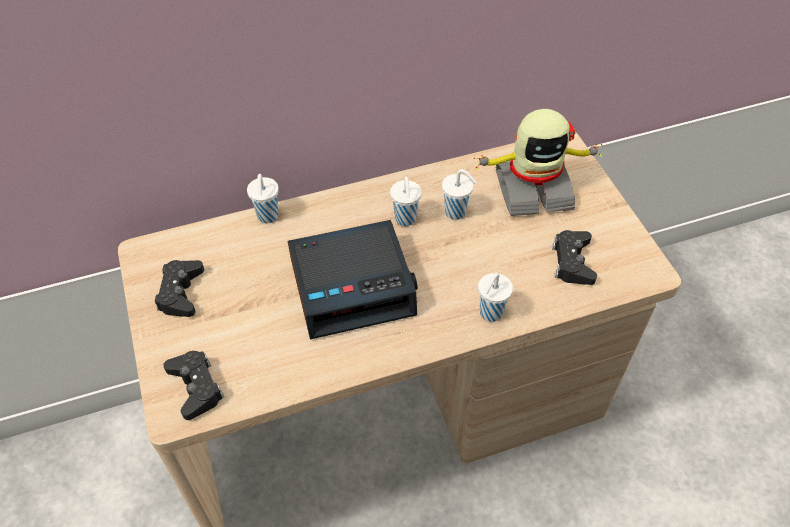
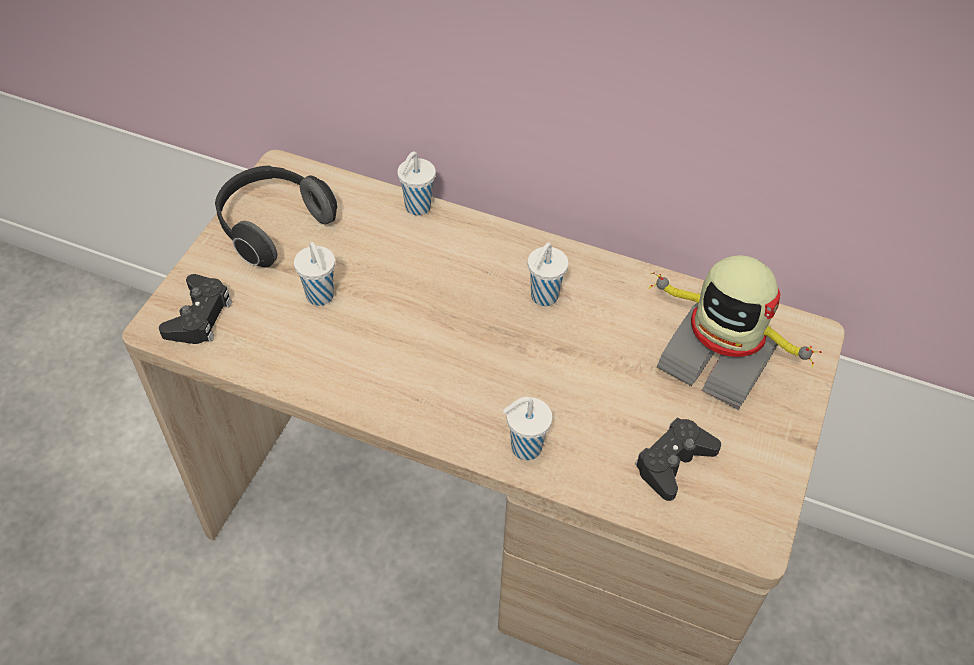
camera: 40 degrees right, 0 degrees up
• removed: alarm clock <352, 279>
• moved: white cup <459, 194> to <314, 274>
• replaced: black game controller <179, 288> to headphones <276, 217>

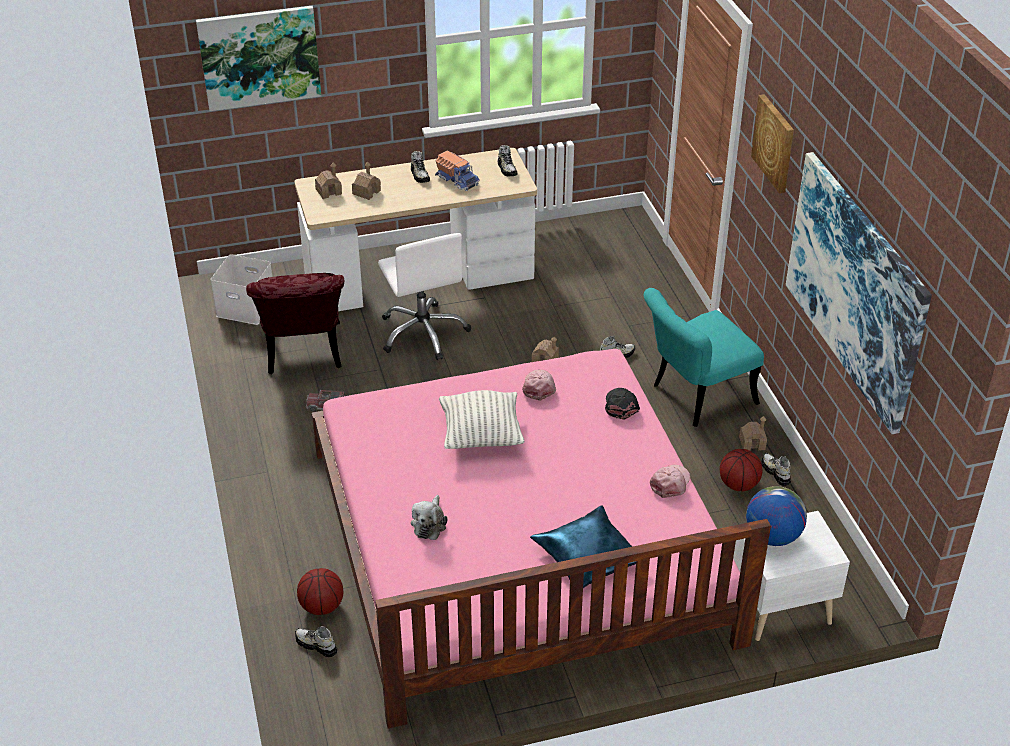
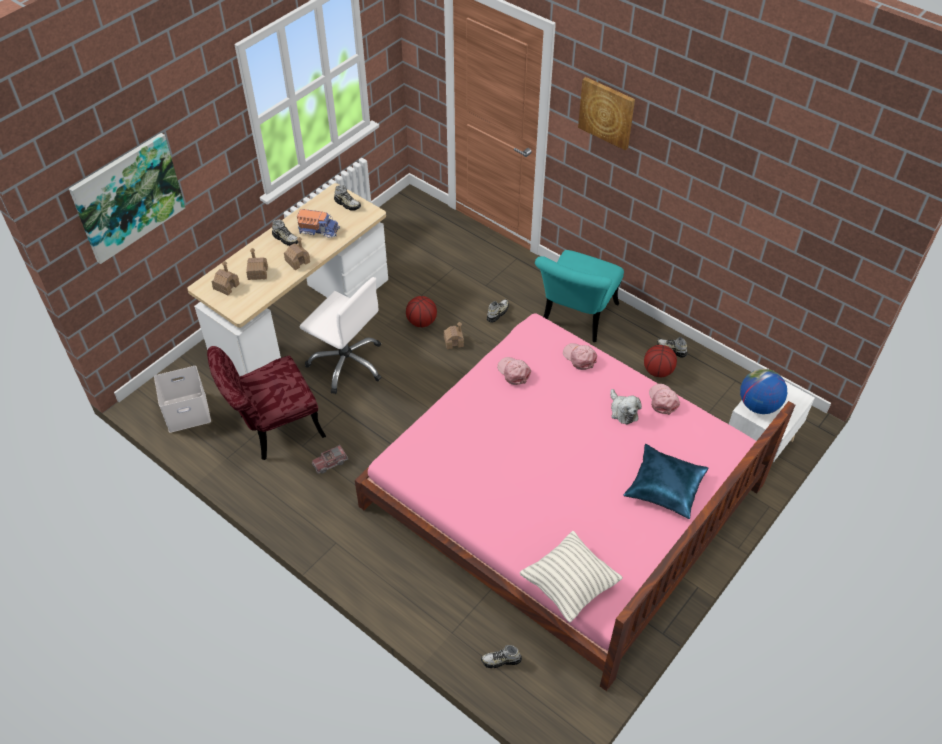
camera: 35 degrees left, 10 degrees up
• removed: picture <859, 293>
• moved: basketball <320, 591> to <421, 311>
• moved: plush toy <429, 517> to <626, 407>
• moved: pillow <481, 419> to <571, 577>
• moved: toy house <753, 433> to <297, 253>
• recoloured: black cap <622, 404> to pink cap <580, 356>
• turned: red chair <295, 323> = <266, 403> 105 degrees clockwise

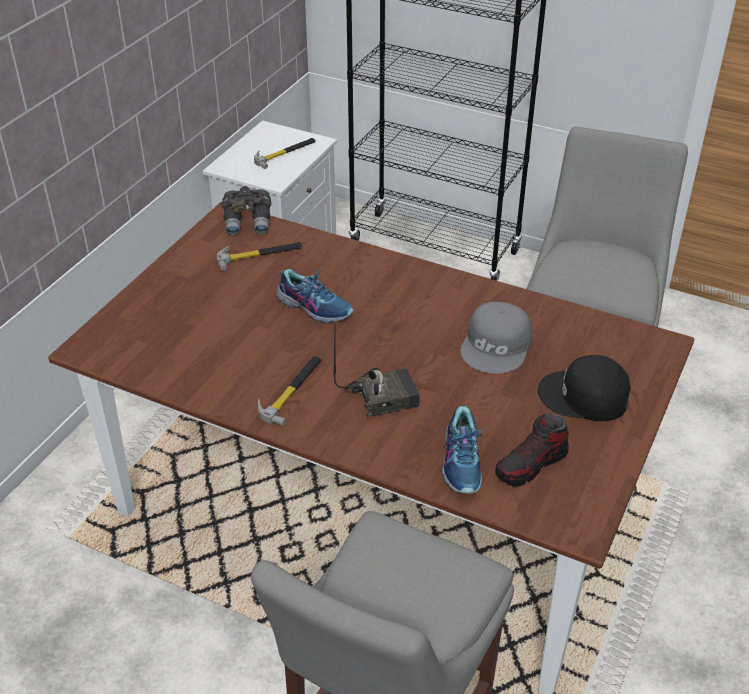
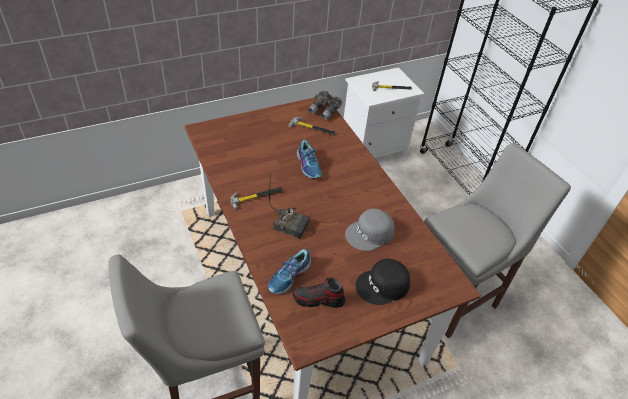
camera: 35 degrees right, 5 degrees up
• turned: black cap <584, 388> = <382, 281> 75 degrees counterclockwise

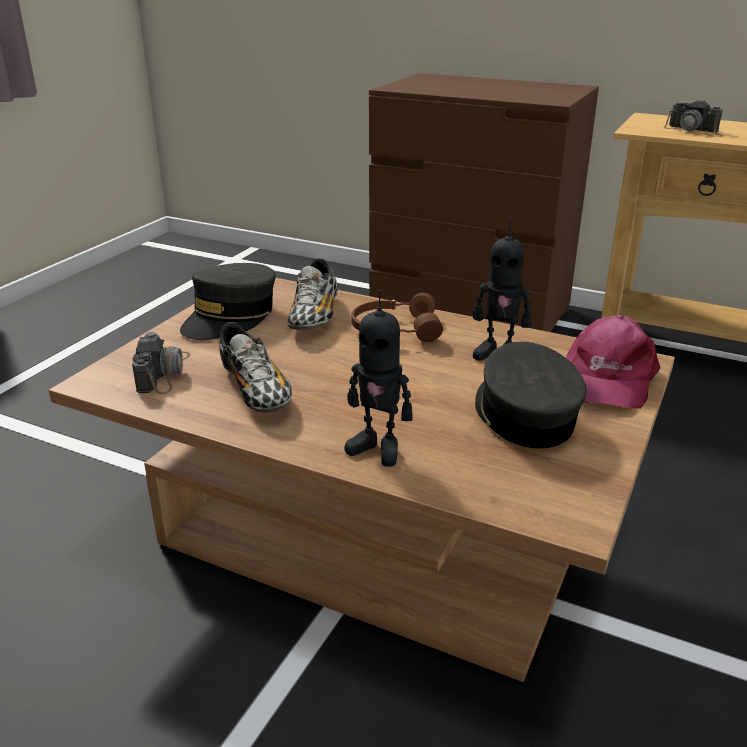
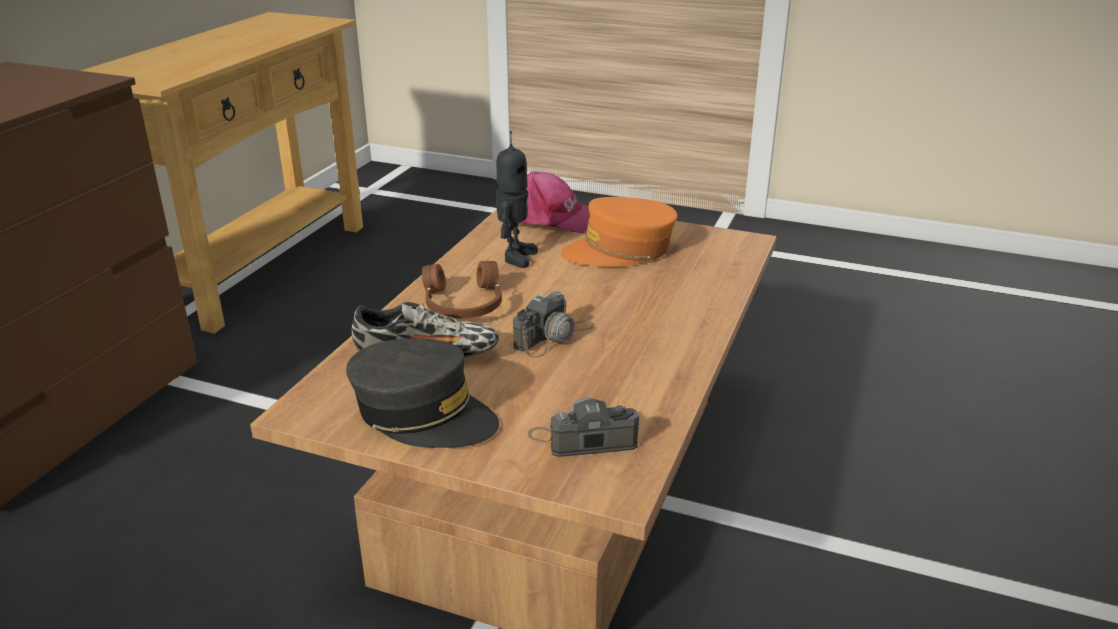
camera: 95 degrees left, 0 degrees up
• removed: shoe <255, 367>
• removed: toy robot <378, 378>
• moved: photo camera <693, 118> to <554, 324>
• recoloured: grey cap <531, 395> to orange cap <619, 232>

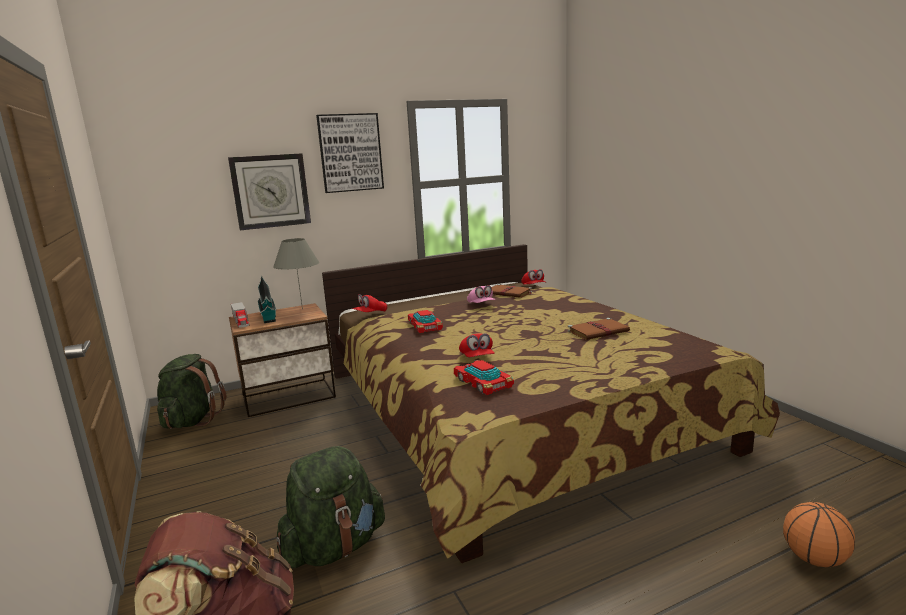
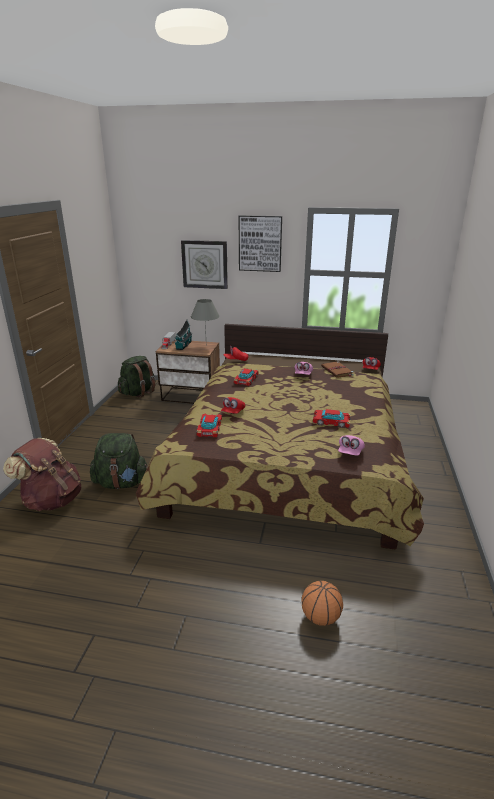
camera: 35 degrees right, 10 degrees up
• added: pink cap <351, 445>
• replaced: brown book <599, 329> to toy car <332, 418>

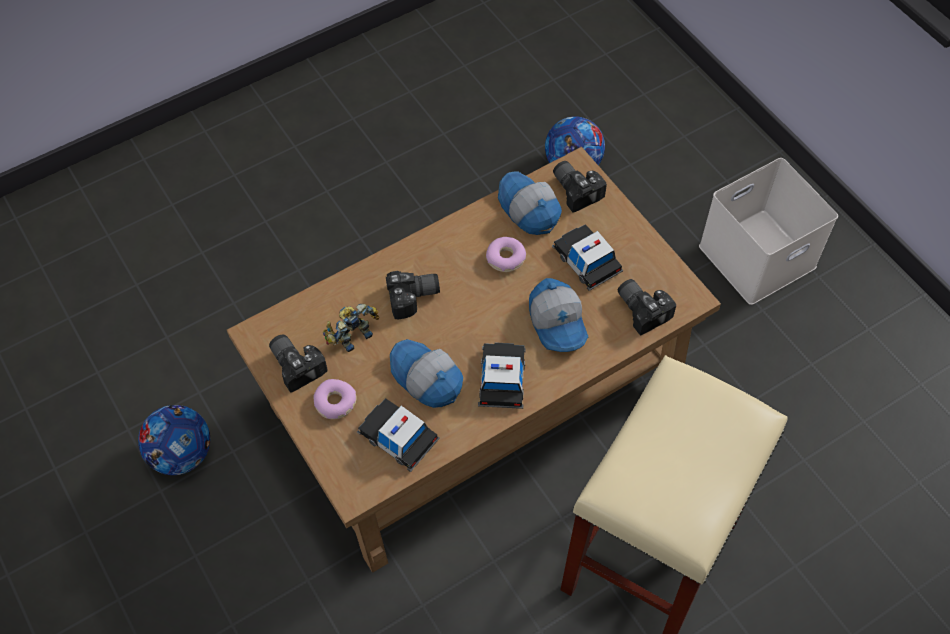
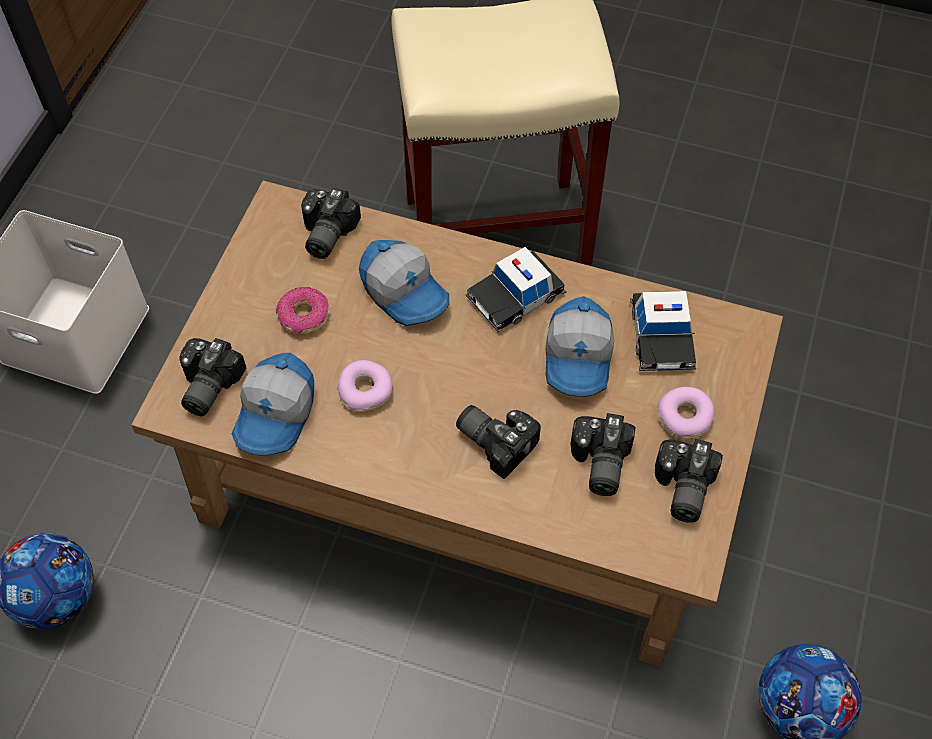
camera: 130 degrees left, 0 degrees up
• replaced: toy robot <351, 328> to photo camera <602, 454>
• replaced: toy car <587, 257> to donut <302, 310>
• turned: cap <558, 315> = <404, 283> 105 degrees clockwise

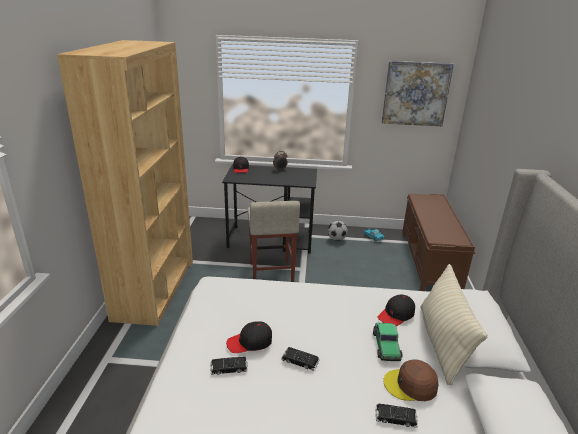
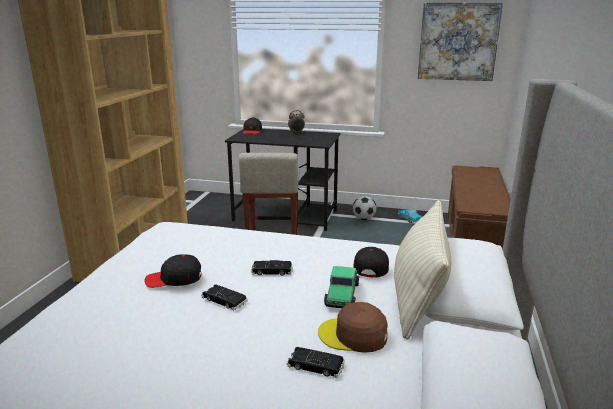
camera: 10 degrees right, 5 degrees down
• moved: black toy car <229, 366> to <272, 268>
• turned: black cap <396, 310> = <371, 262> 135 degrees clockwise

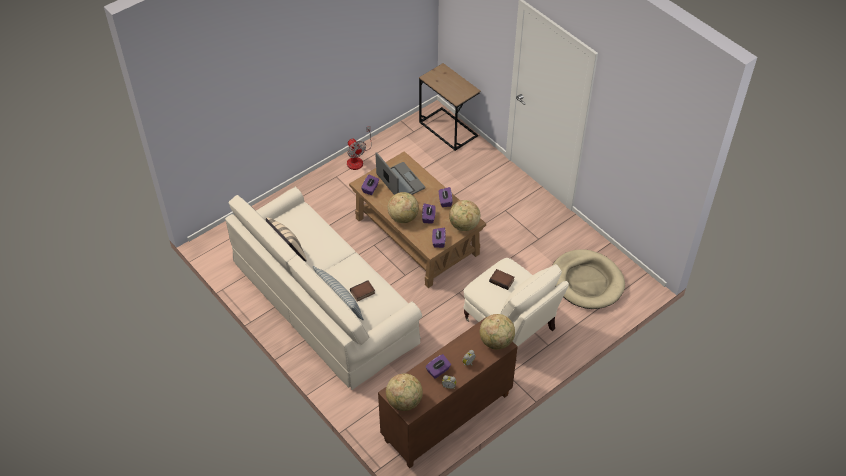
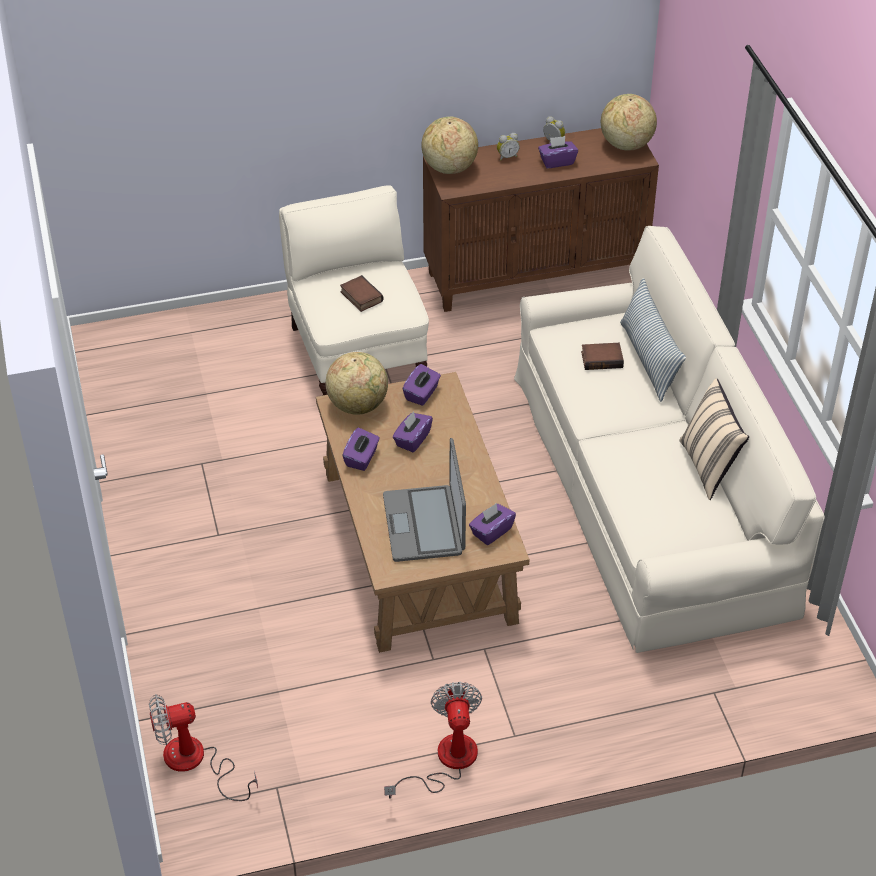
camera: 155 degrees left, 5 degrees down
• removed: globe <403, 207>
• removed: beige dog bed <588, 279>
• replaced: brown side table <450, 107> to fan <203, 747>

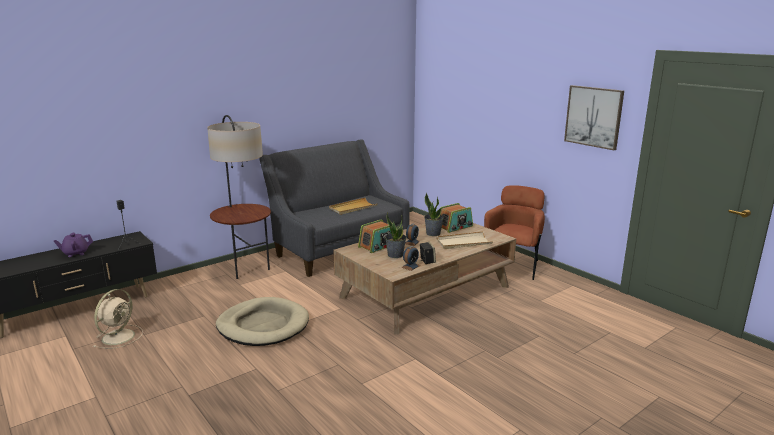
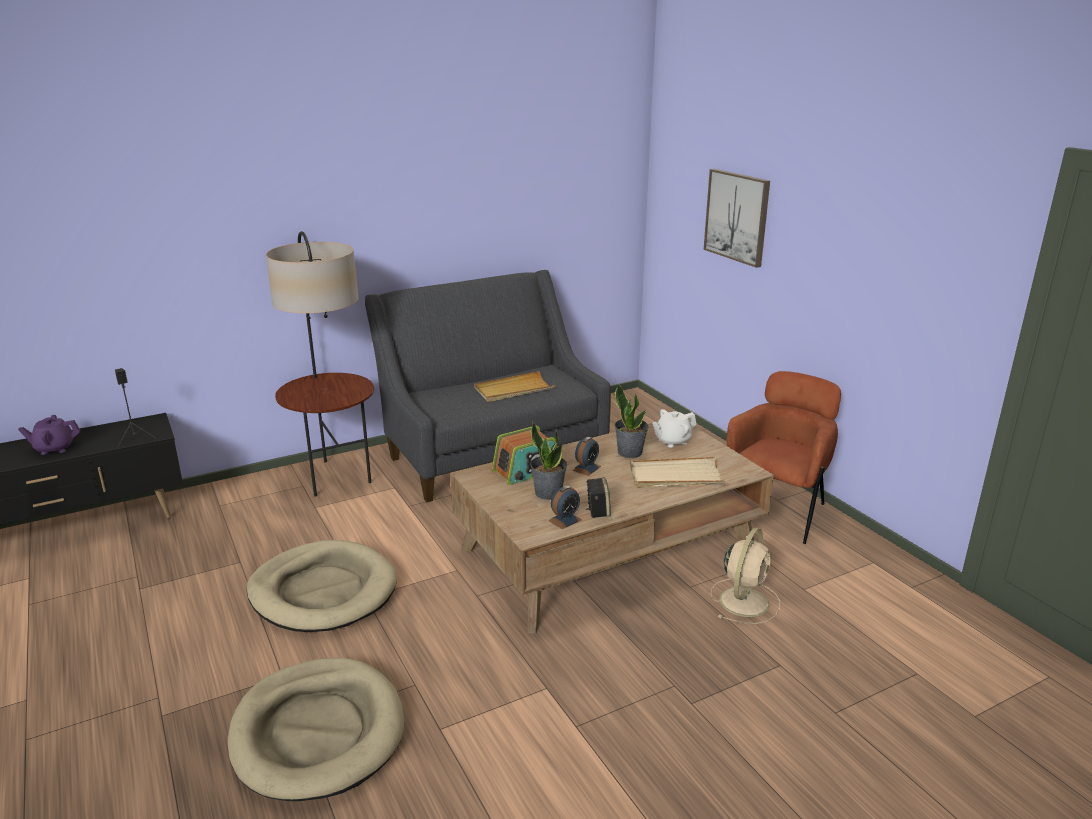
camera: 10 degrees right, 5 degrees up
• added: beige dog bed <316, 729>
• moved: beige fan <118, 319> to <745, 576>
• moved: picture <594, 117> to <737, 218>
• replaced: radio <457, 218> to white teapot <674, 428>

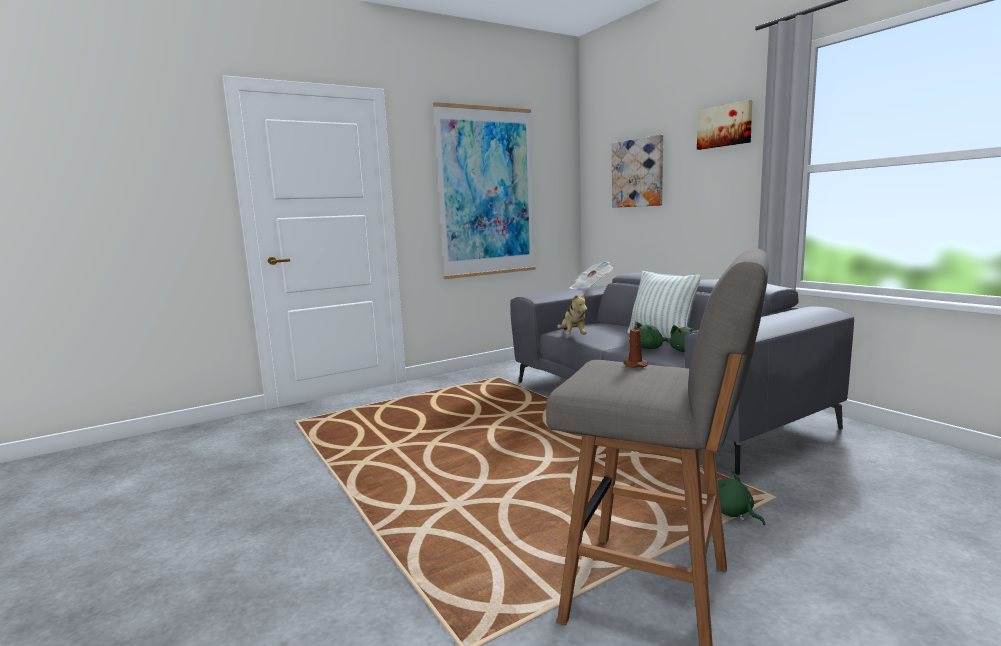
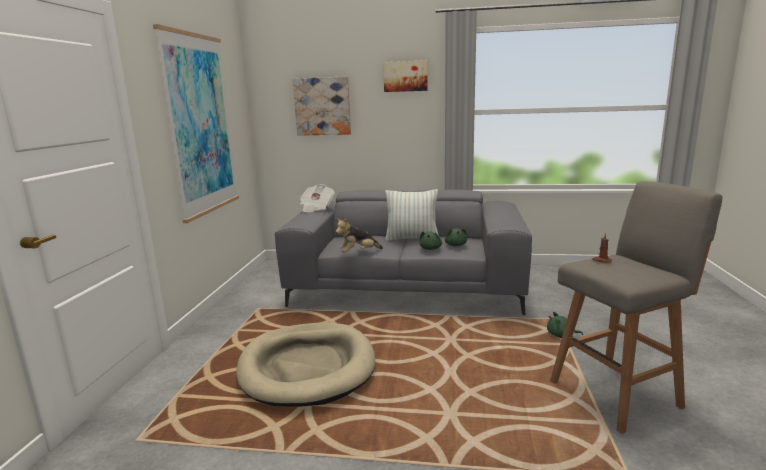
camera: 50 degrees left, 5 degrees up
• added: beige dog bed <305, 365>
• turned: plush toy <572, 313> = <359, 235> 120 degrees clockwise

